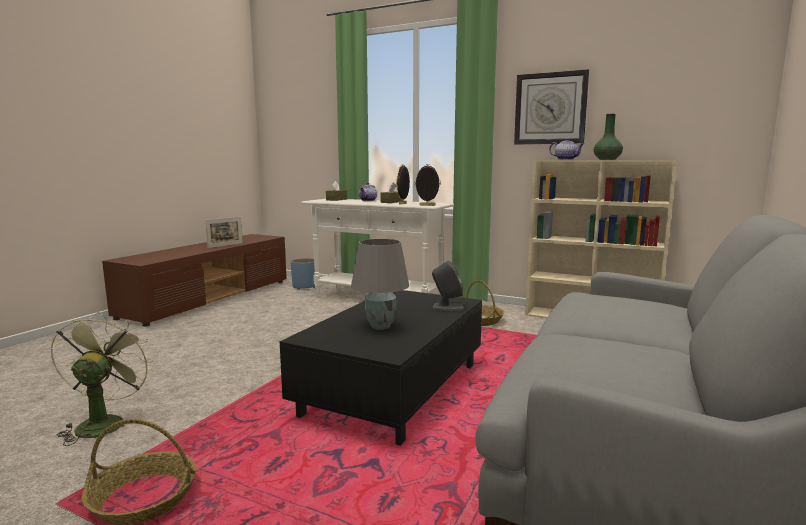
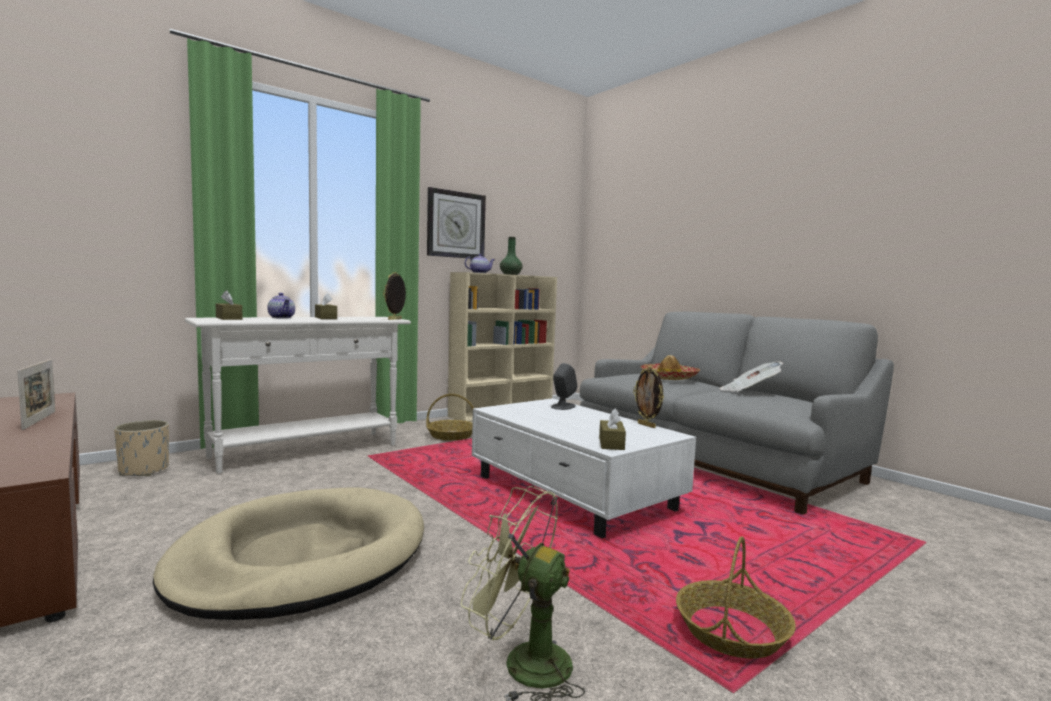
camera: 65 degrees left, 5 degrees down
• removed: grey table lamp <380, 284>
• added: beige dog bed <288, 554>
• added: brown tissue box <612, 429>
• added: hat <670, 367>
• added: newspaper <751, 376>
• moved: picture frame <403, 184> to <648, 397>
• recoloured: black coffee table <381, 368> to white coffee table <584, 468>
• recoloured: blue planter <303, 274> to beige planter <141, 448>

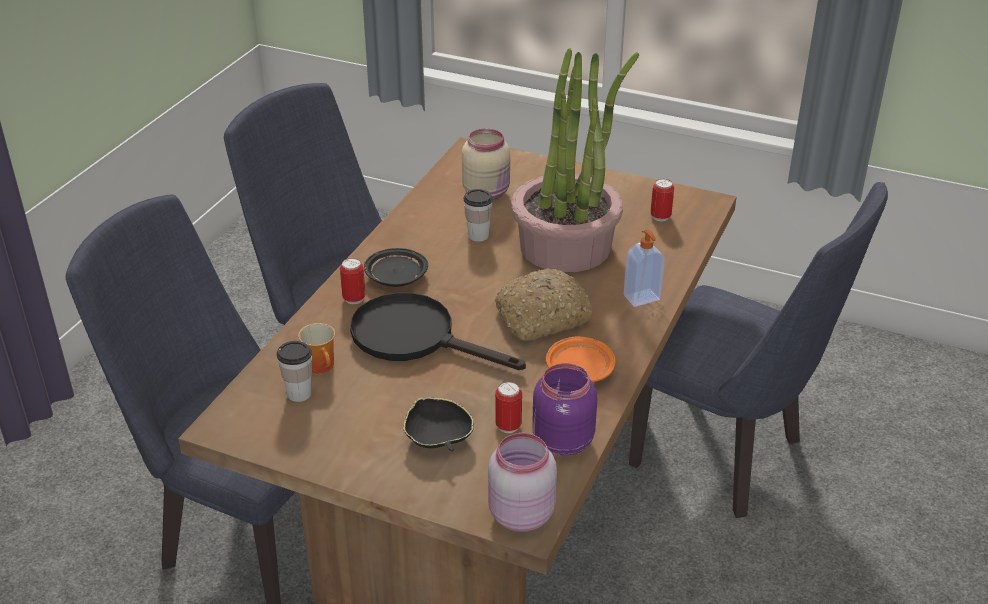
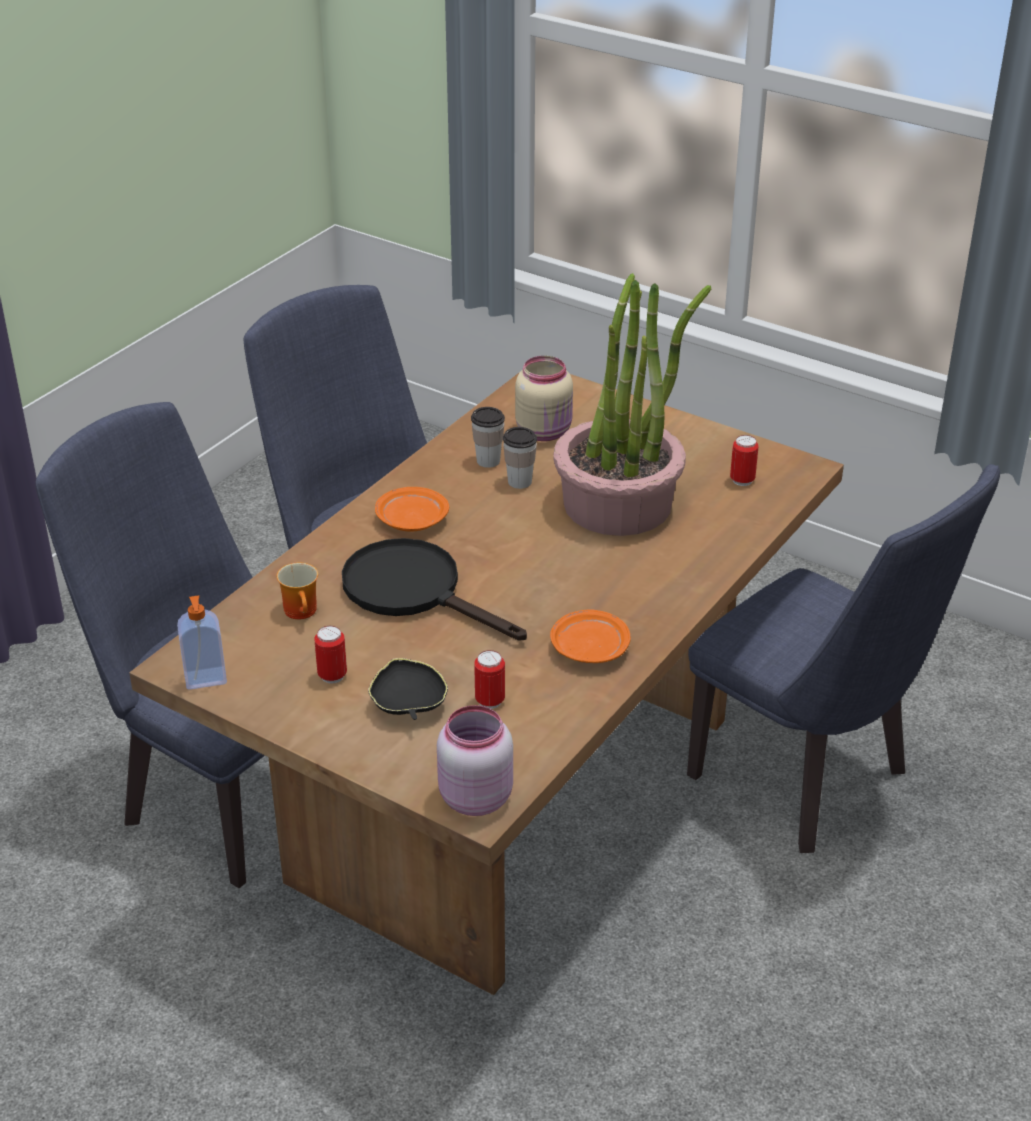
camera: 10 degrees right, 0 degrees up
• removed: bread <544, 304>
• removed: purple jar <564, 409>
• moved: cup <294, 371> to <488, 437>
• moved: can <353, 281> to <330, 655>
• moved: soap dispenser <644, 268> to <202, 642>
• recoloured: black plate <396, 267> to orange plate <412, 509>

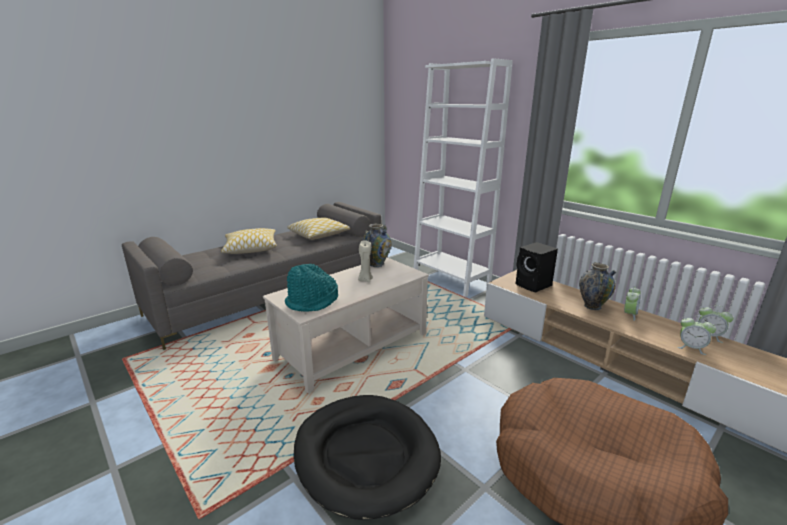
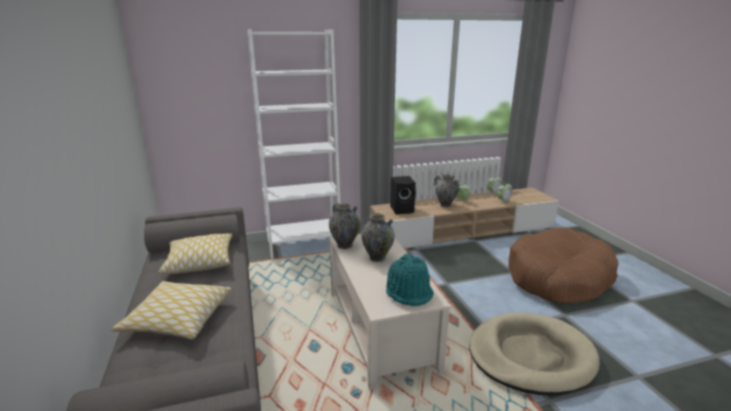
camera: 65 degrees left, 0 degrees up
• replaced: beige candle <365, 261> to vase <378, 237>
• recoloured: black dog bed <367, 457> to beige dog bed <534, 354>

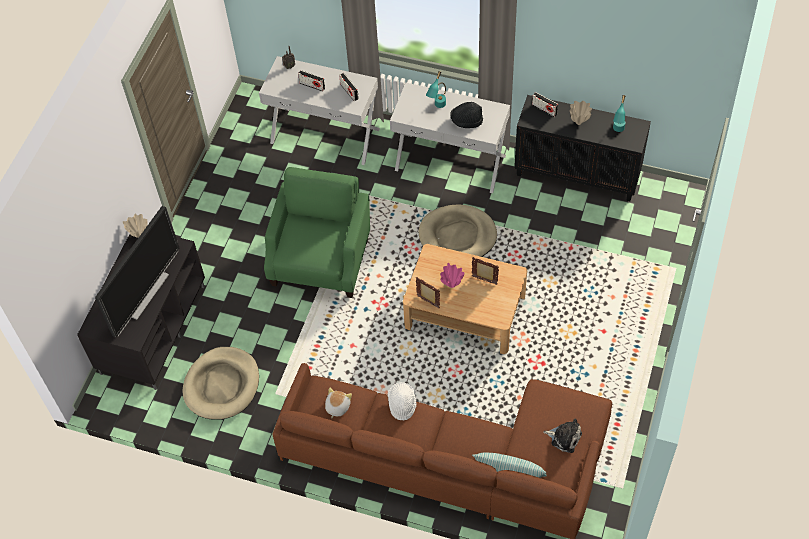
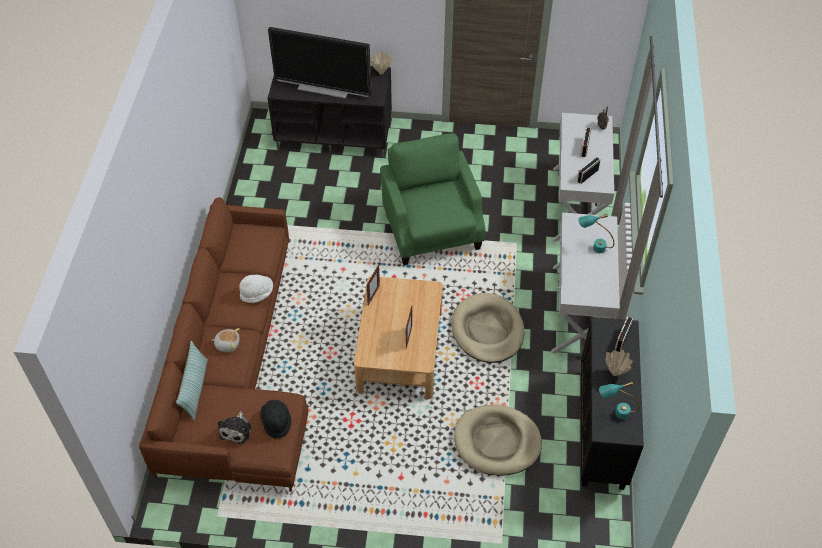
camera: 75 degrees right, 5 degrees down
• removed: pink vase <452, 275>
• moved: beige dog bed <221, 383> to <498, 440>
• moved: plush toy <338, 402> to <226, 340>
• moved: black hat <466, 115> to <275, 419>
• turned: green armchair <317, 232> = <433, 199> 105 degrees counterclockwise

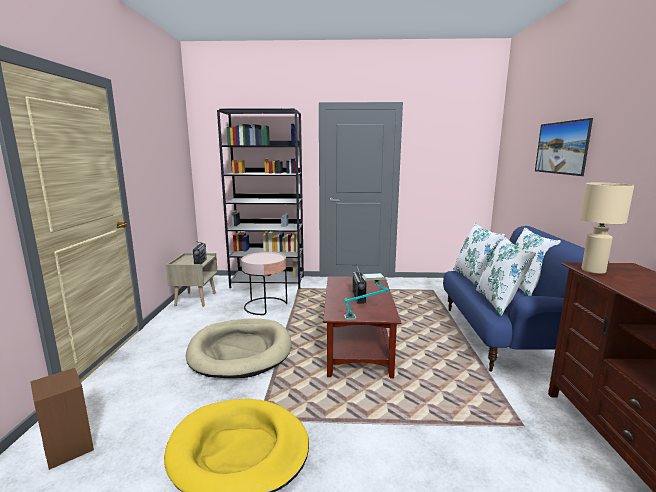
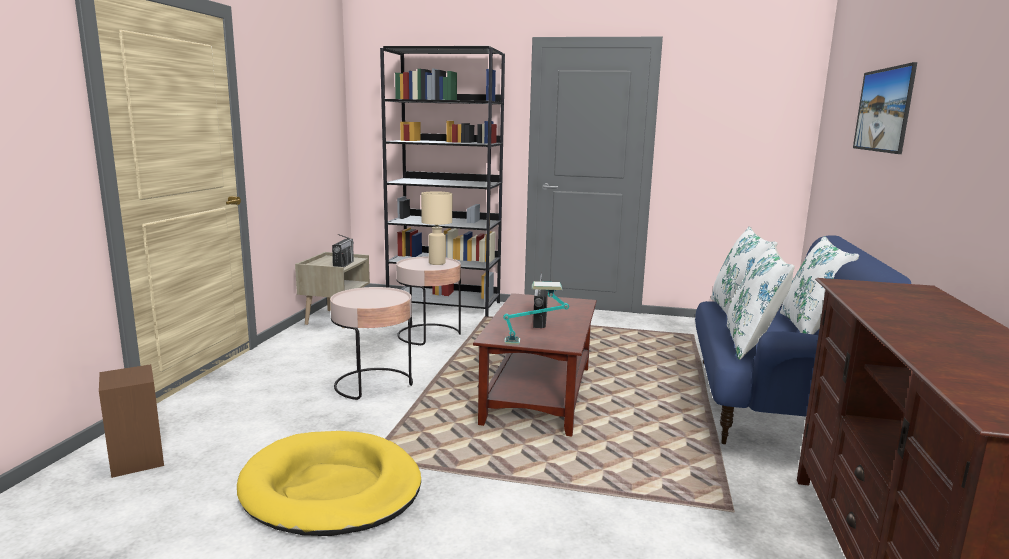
camera: 10 degrees right, 0 degrees up
• moved: beige table lamp <607, 228> to <436, 228>
• replaced: beige dog bed <239, 348> to pink side table <371, 343>

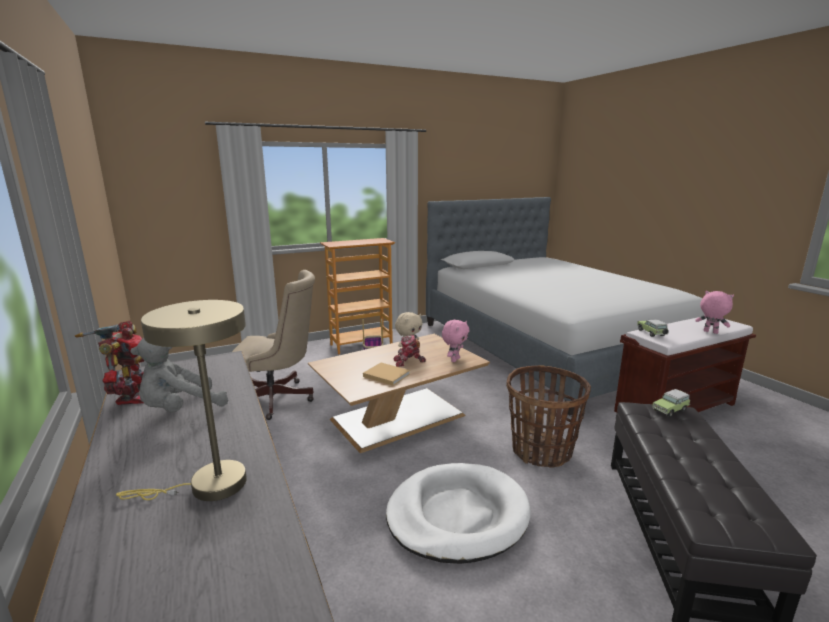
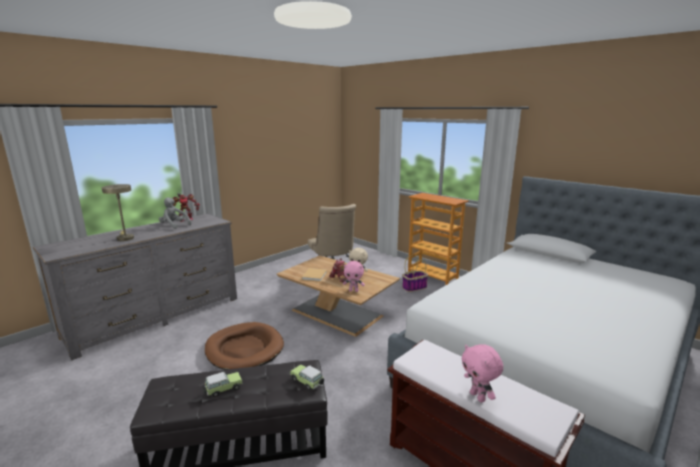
camera: 70 degrees right, 0 degrees up
• removed: basket <548, 416>
• moved: toy car <653, 328> to <223, 384>
• recoloured: white dog bed <458, 513> to brown dog bed <244, 346>
• turned: pink plush toy <714, 312> = <482, 374> 135 degrees clockwise

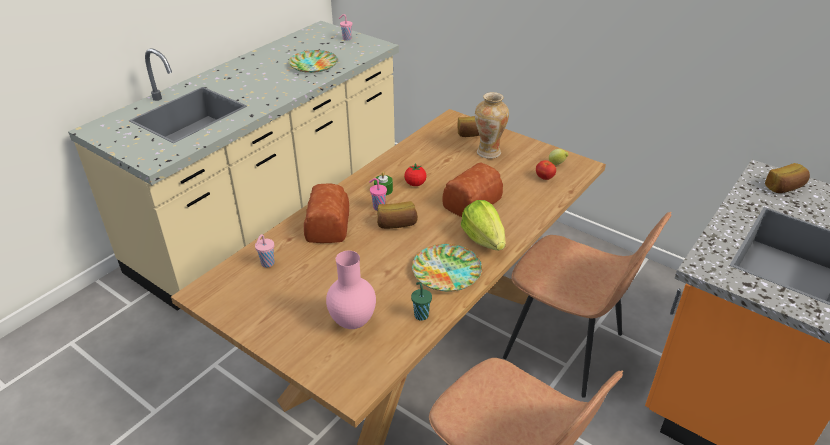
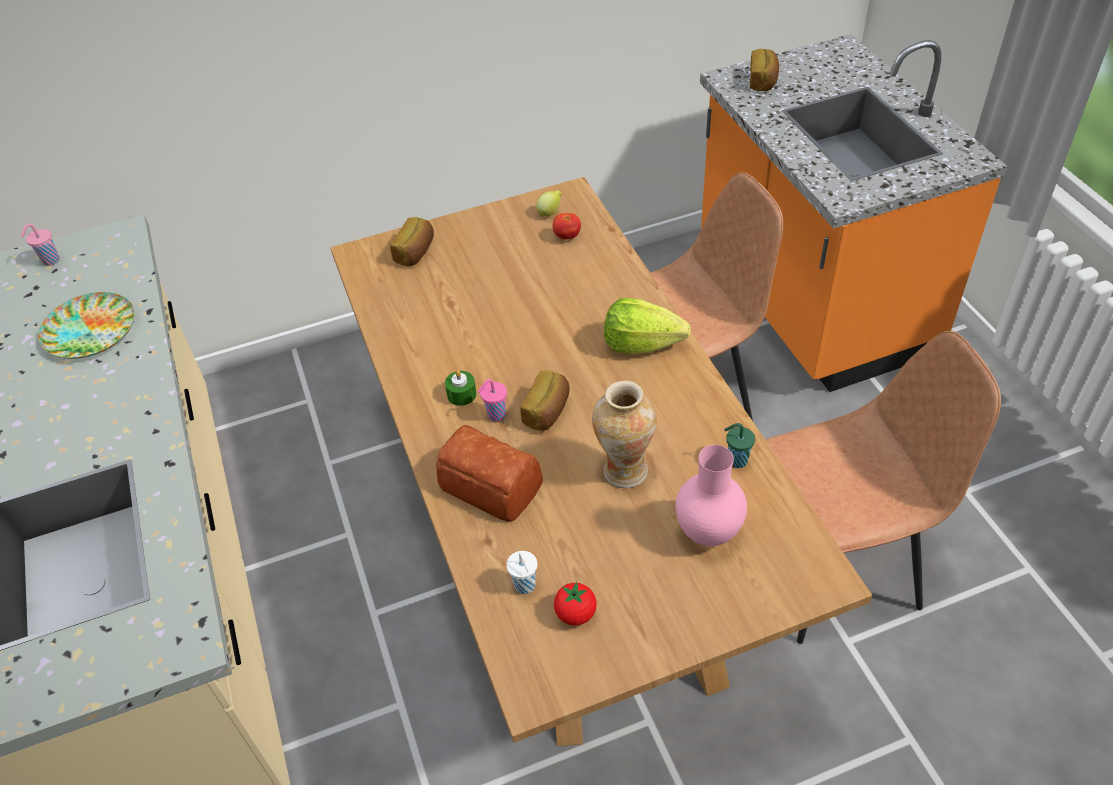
camera: 55 degrees left, 10 degrees up
• removed: plate <447, 268>
• removed: bread <472, 189>
• moved: tomato <415, 174> to <575, 604>
• moved: vase <492, 125> to <624, 434>
• recoloured: pink cup <264, 251> to white cup <521, 572>

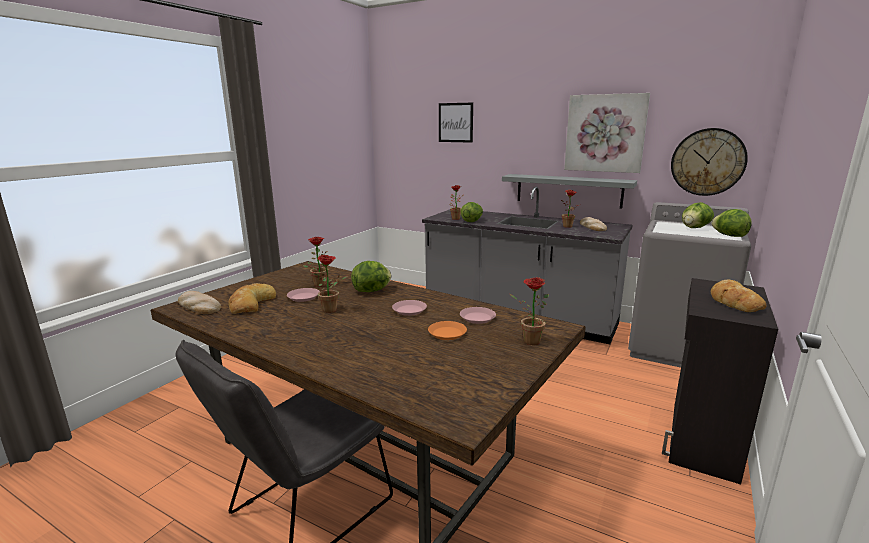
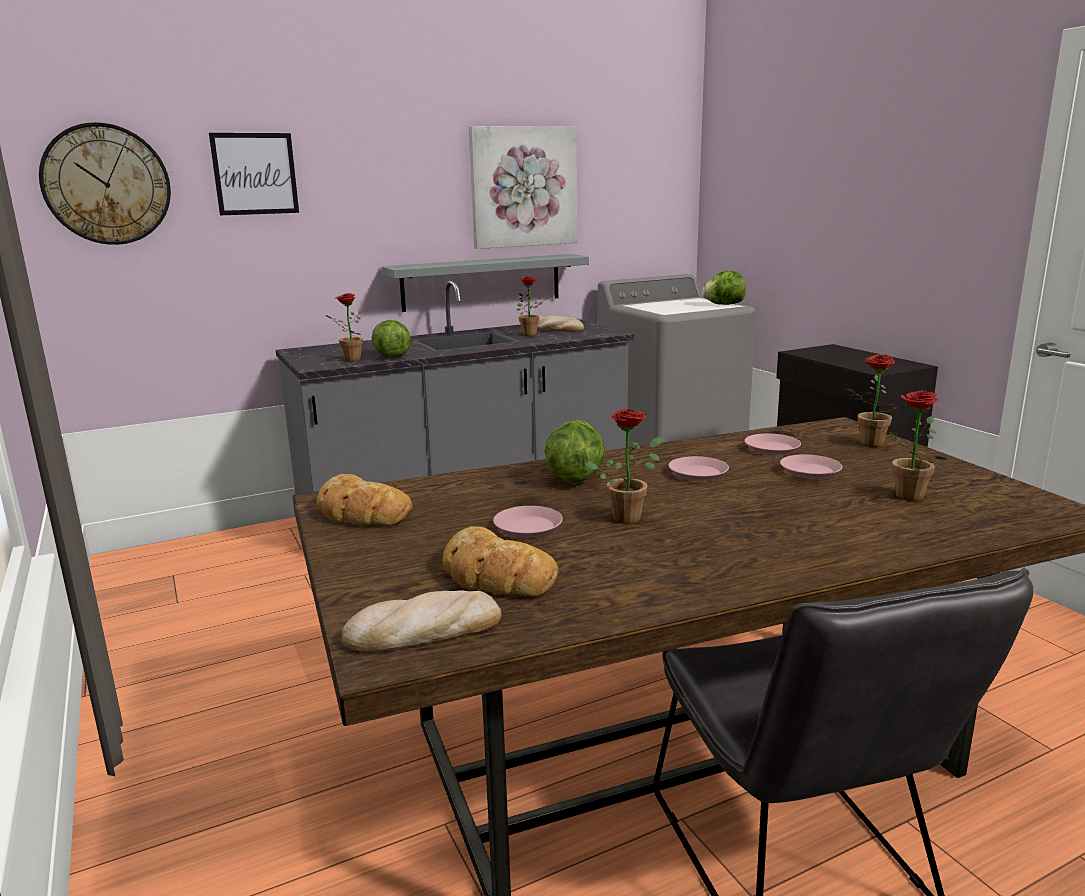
camera: 55 degrees left, 0 degrees up
• removed: lettuce <698, 215>
• moved: potted plant <315, 262> to <909, 446>
• moved: wall clock <709, 162> to <105, 183>
• moved: bread <738, 296> to <365, 500>
• recoloured: orange plate <447, 330> to pink plate <811, 466>

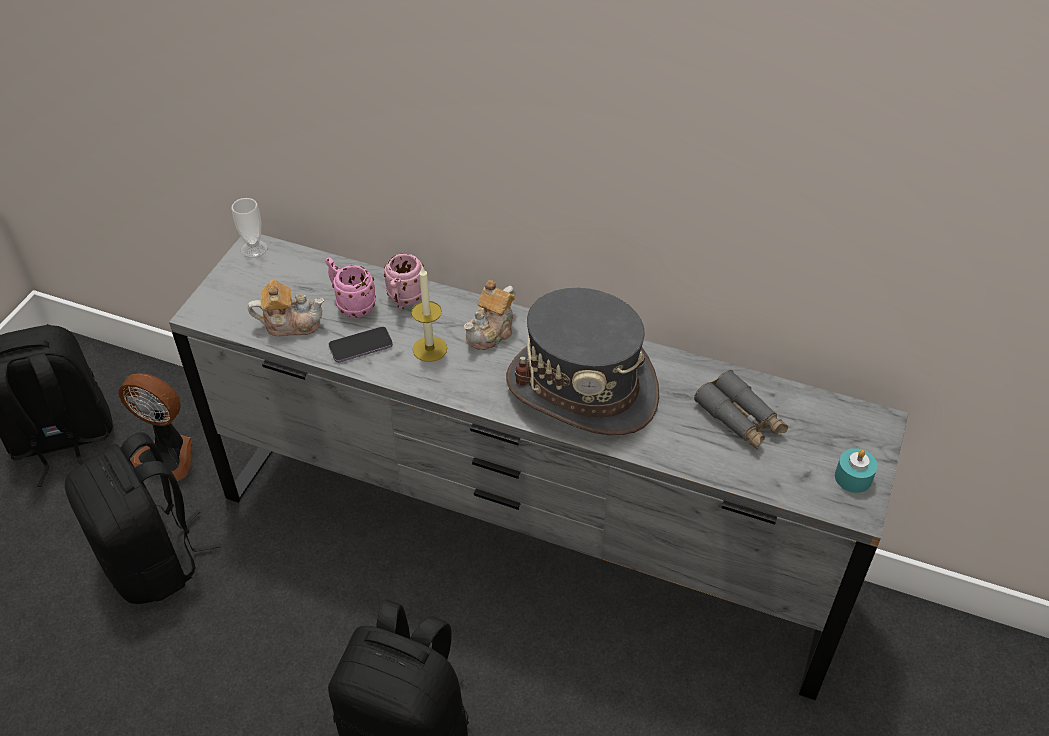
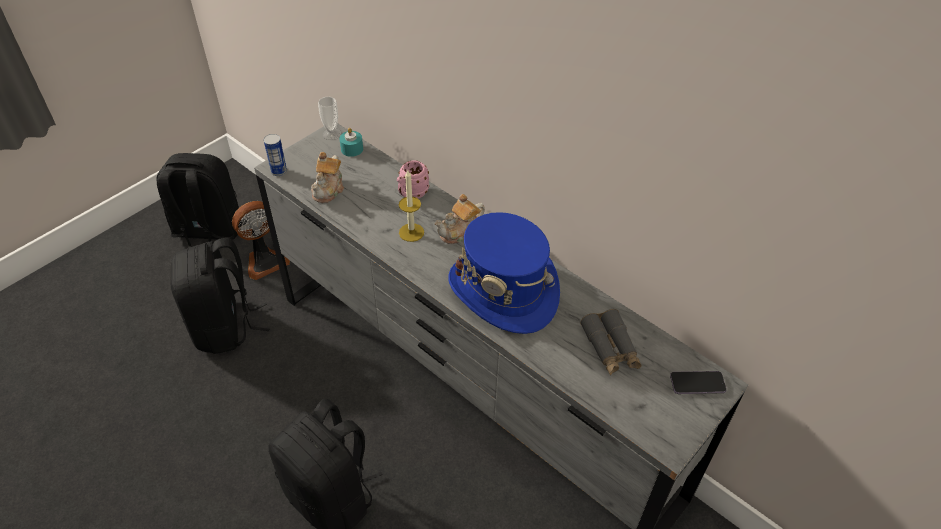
camera: 20 degrees right, 0 degrees up
• removed: pink mug <350, 287>
• added: can <275, 155>
• moved: phone <361, 344> to <698, 382>
• moved: turquoise candle <856, 470> to <351, 142>
• recoloured: grey hat <582, 361> to blue hat <504, 273>
• turned: fan <155, 427> = <261, 240> 75 degrees counterclockwise
• turned: teapot <286, 308> = <327, 177> 90 degrees clockwise

